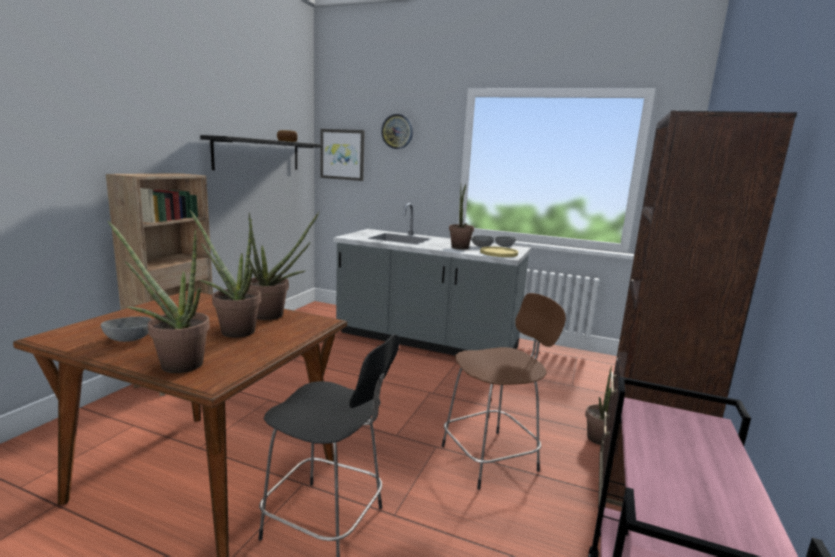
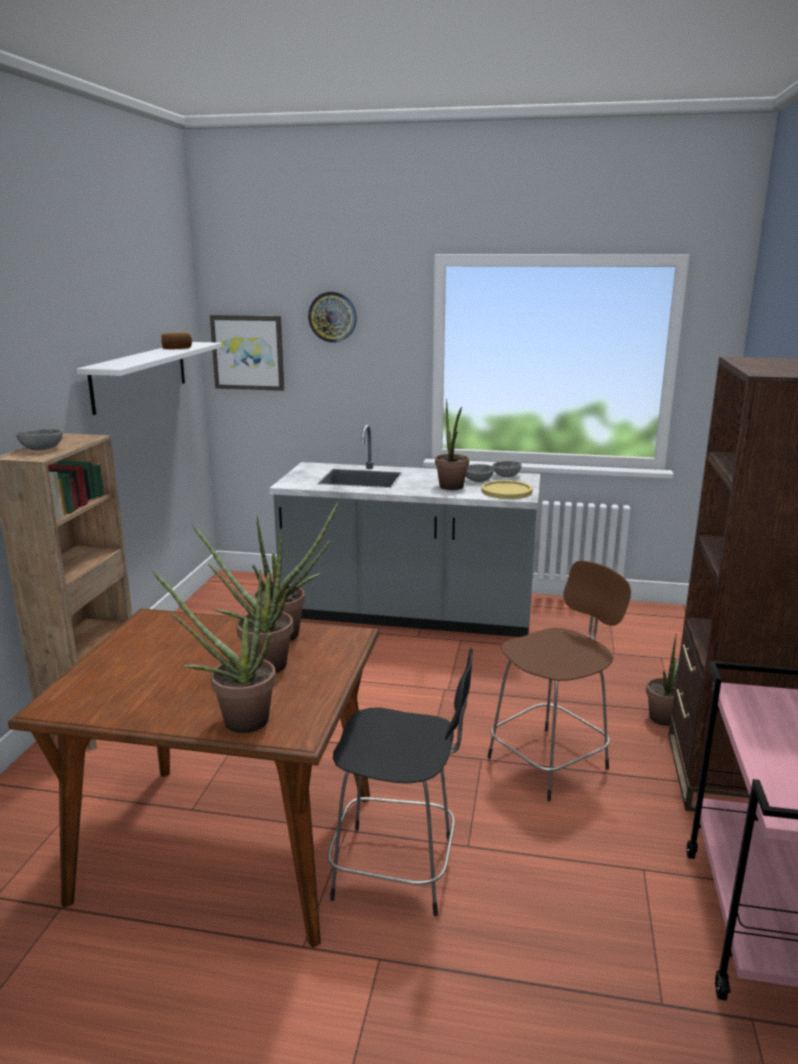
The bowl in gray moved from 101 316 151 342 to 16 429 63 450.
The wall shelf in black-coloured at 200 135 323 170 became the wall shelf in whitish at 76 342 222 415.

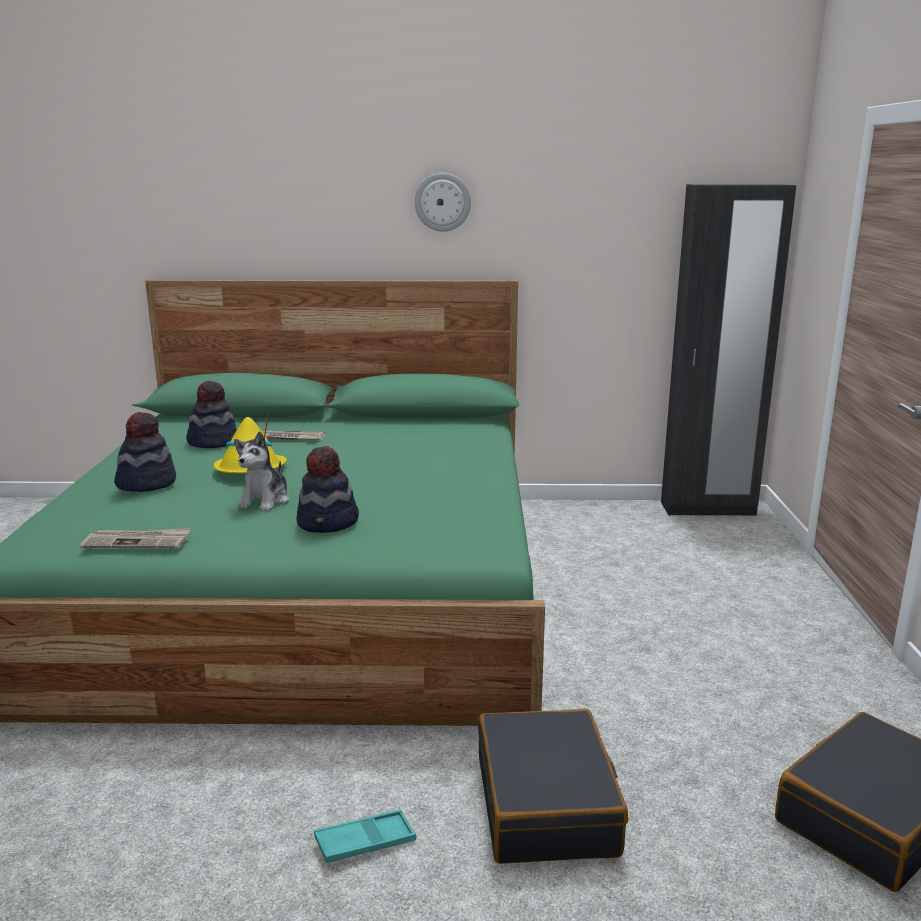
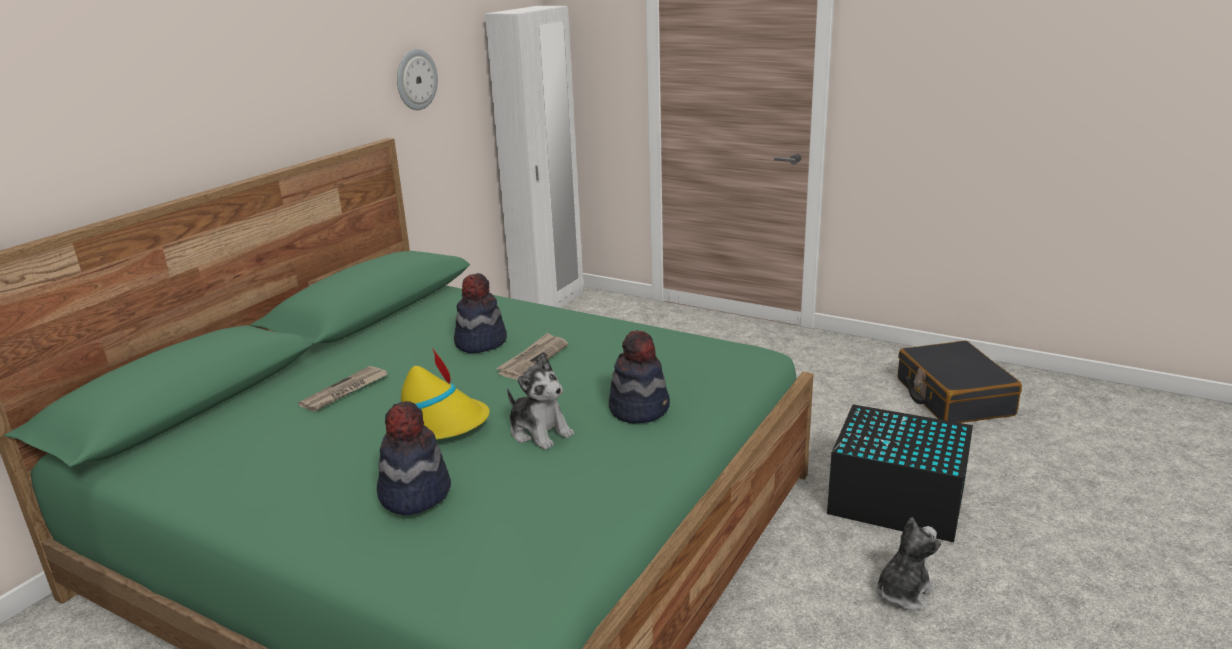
The hanging clock moved from 415 173 471 232 to 397 49 438 110.
The hat moved from 186 381 237 448 to 454 273 507 353.
The wardrobe in black-coloured at 661 184 796 516 became the wardrobe in whitish at 485 6 583 308.
The daily paper moved from 80 528 191 548 to 496 333 568 380.
The piece of luggage in black-coloured at 478 709 628 864 was replaced by the storage bin in black-coloured at 827 404 973 542.
The serving tray in turquoise-coloured at 314 810 416 863 was replaced by the soft toy at 875 517 941 611.

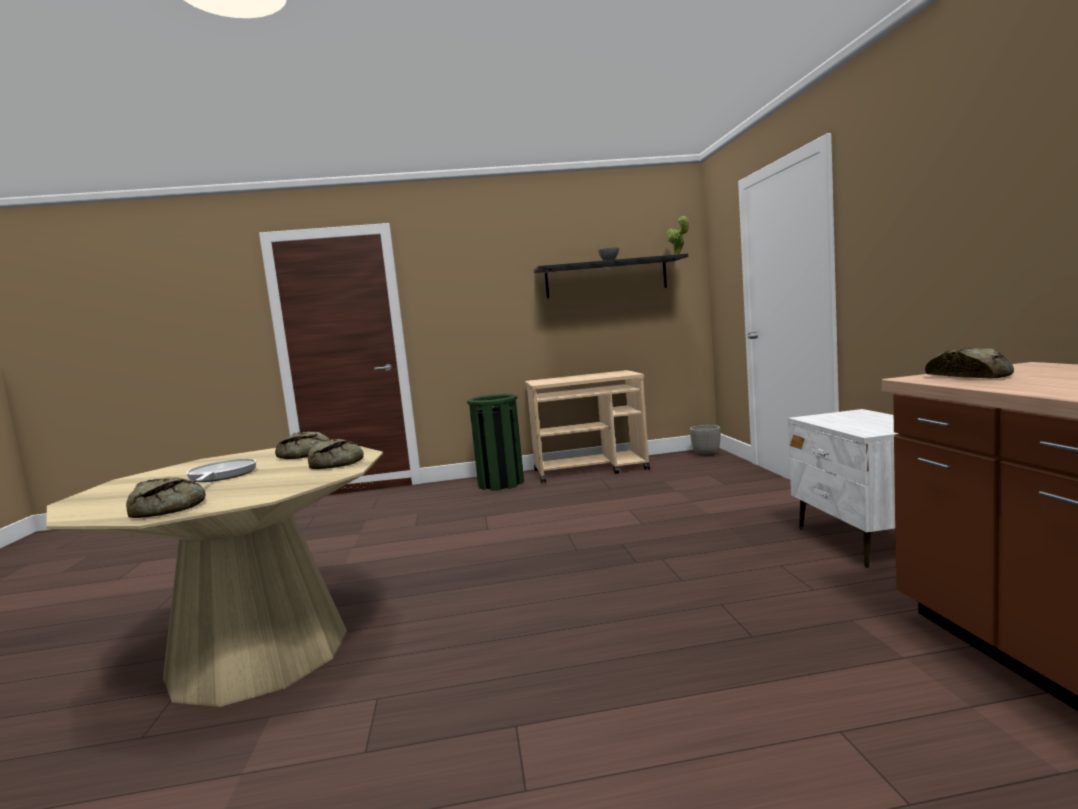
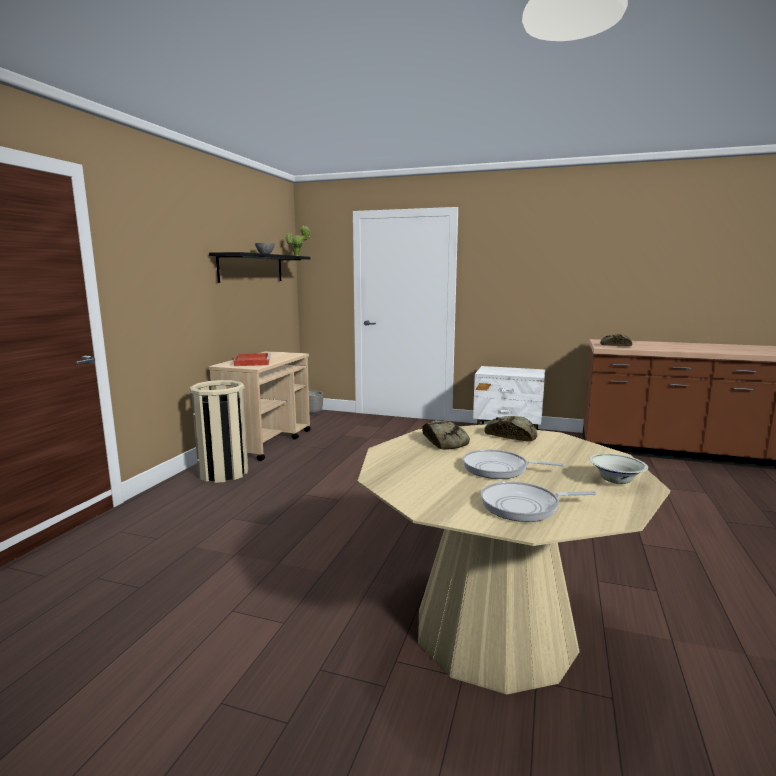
The rubbish bin in green at 467 394 524 491 became the rubbish bin in beige at 190 380 248 483.
The serving tray in red-coloured at 233 353 271 366 appeared.
The frying pan at 481 482 597 522 appeared.
The baked bread at 126 477 206 518 was replaced by the bowl in whitish at 589 453 648 484.

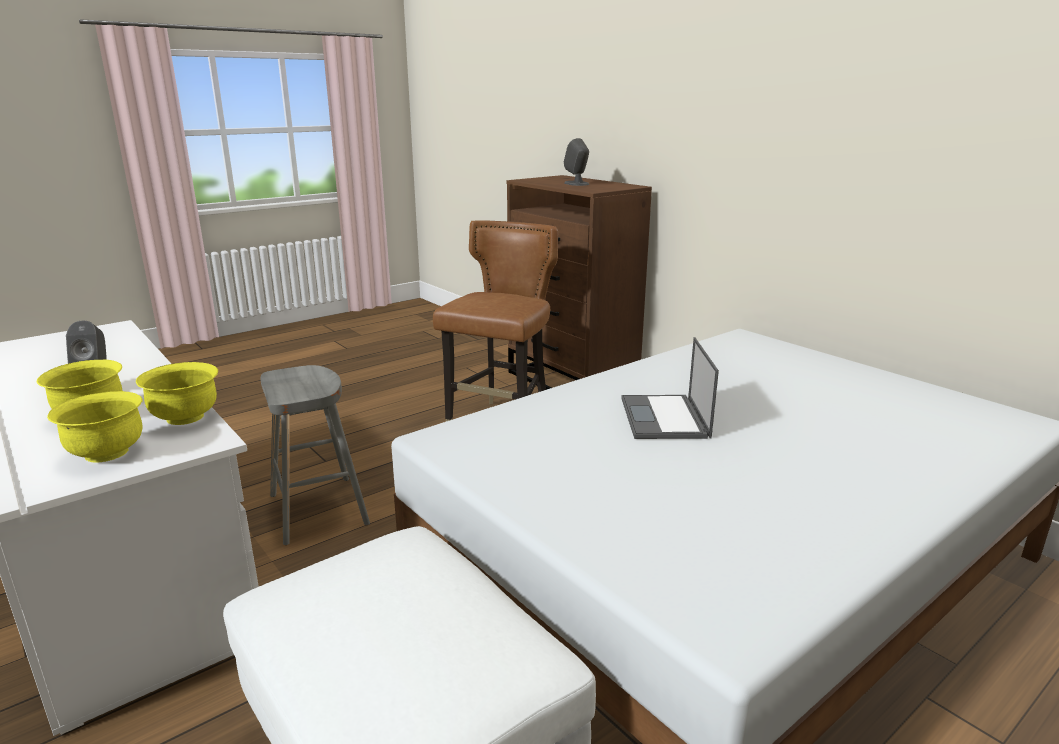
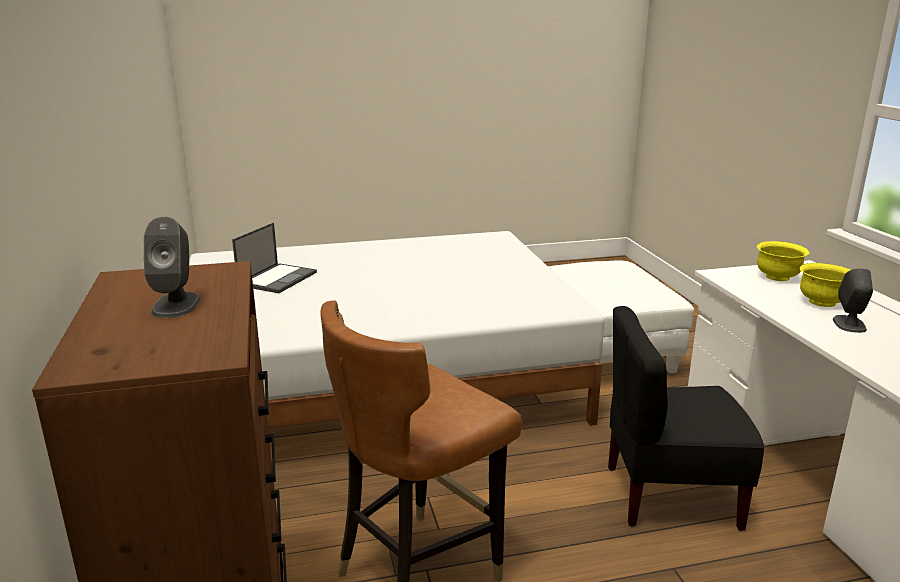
The notebook computer moved from 621 337 719 439 to 232 223 317 293.
The sitting stool in gray at 261 365 370 545 was replaced by the chair in black-coloured at 608 306 764 531.
The bowl in yellowish at 136 362 218 425 disappeared.

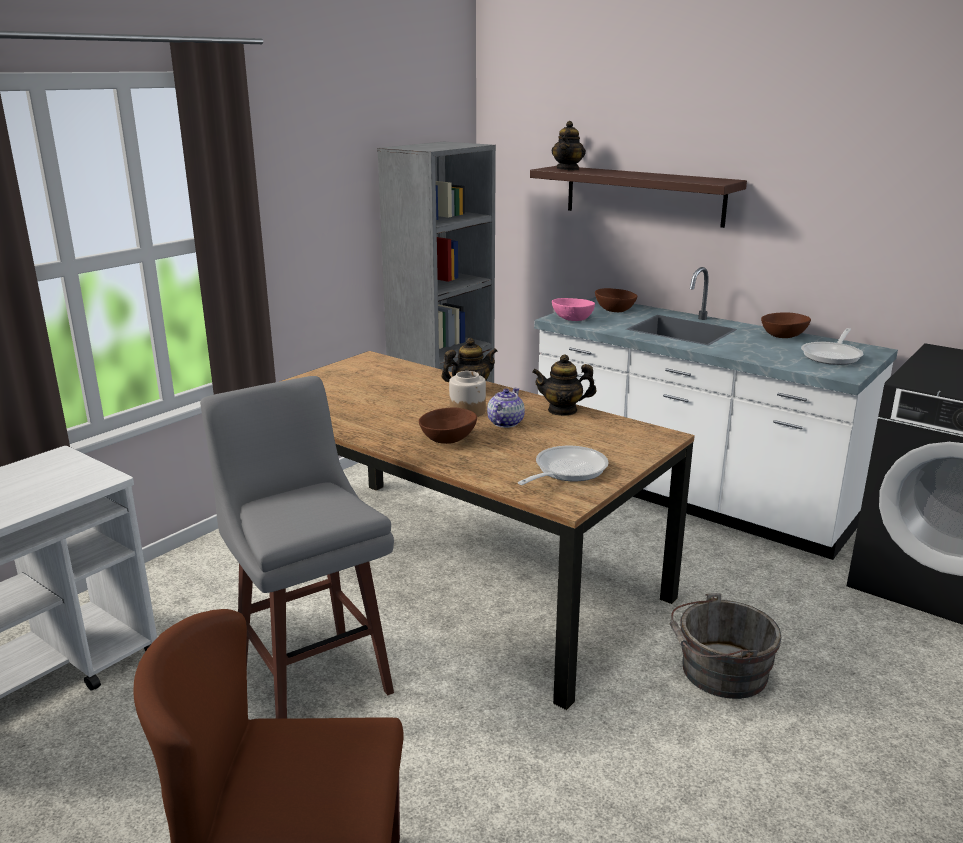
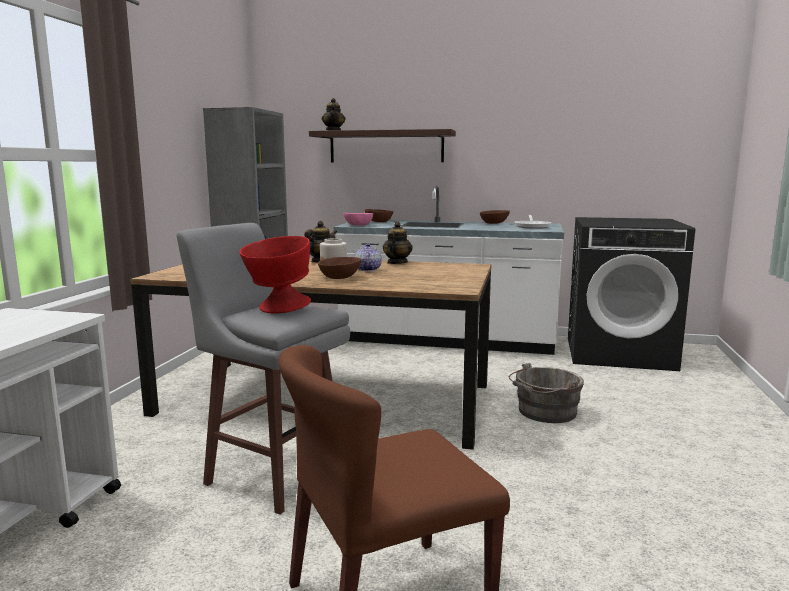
The bowl in red-coloured at 239 236 311 314 appeared.
The tea pot at 532 355 596 416 turned 135 degrees clockwise.
The frying pan at 518 446 609 485 disappeared.

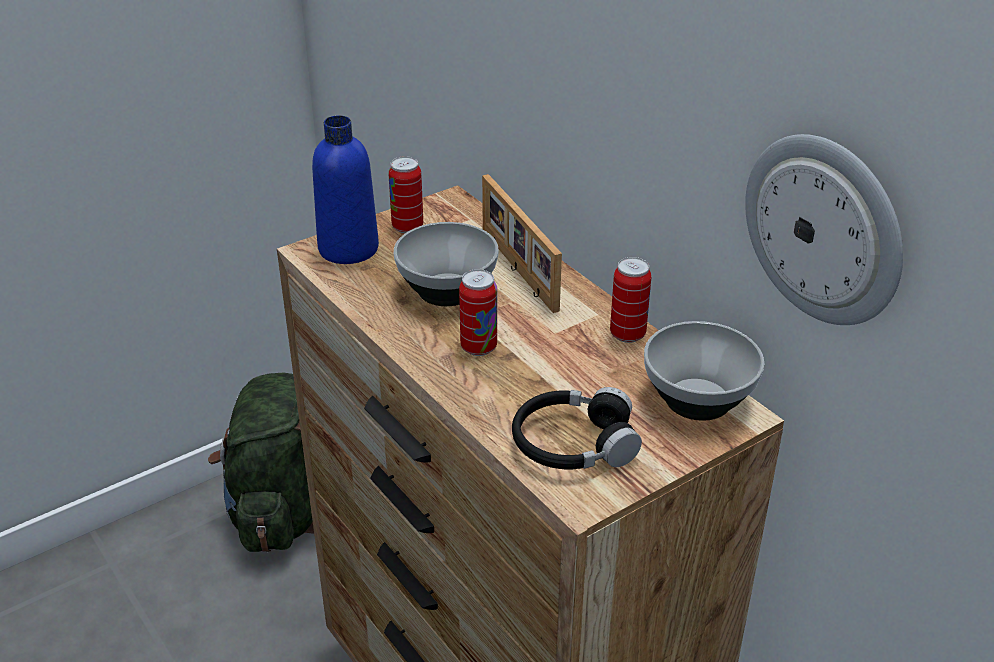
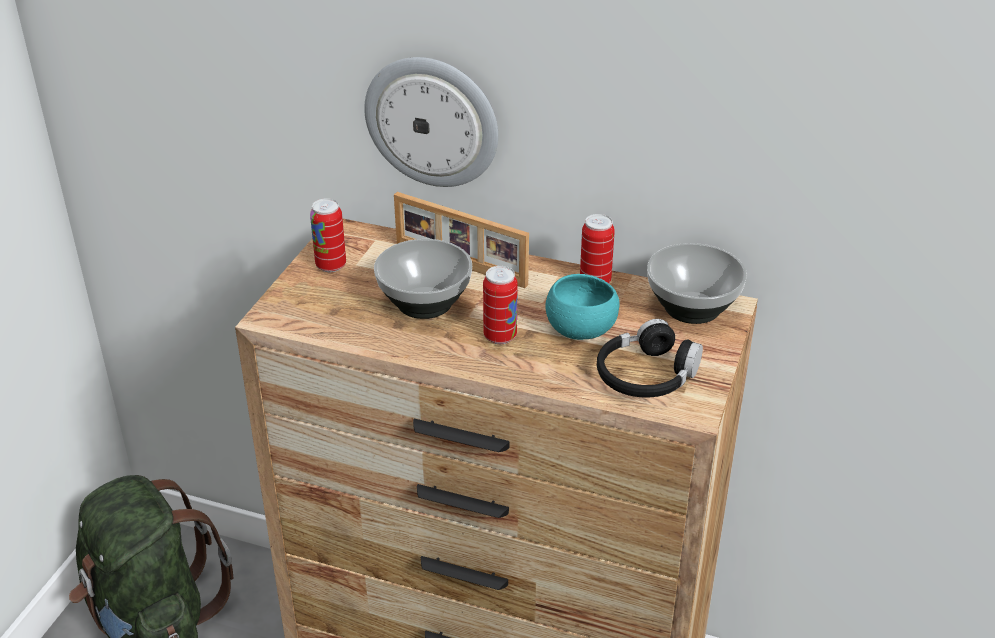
The hanging clock moved from 745 134 903 325 to 364 57 498 187.
The bowl in turquoise-coloured at 546 274 619 340 appeared.
The drink bottle in blue at 312 115 379 264 disappeared.

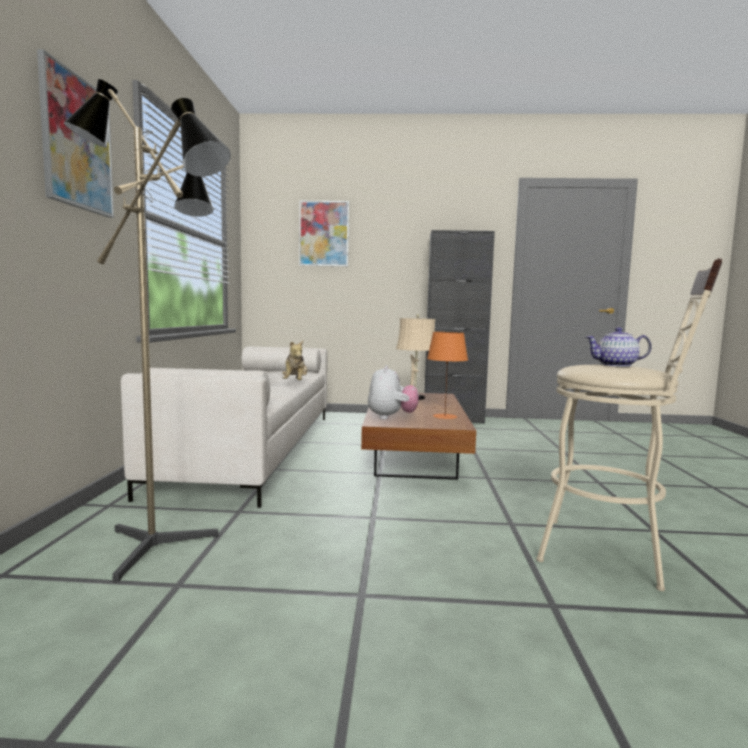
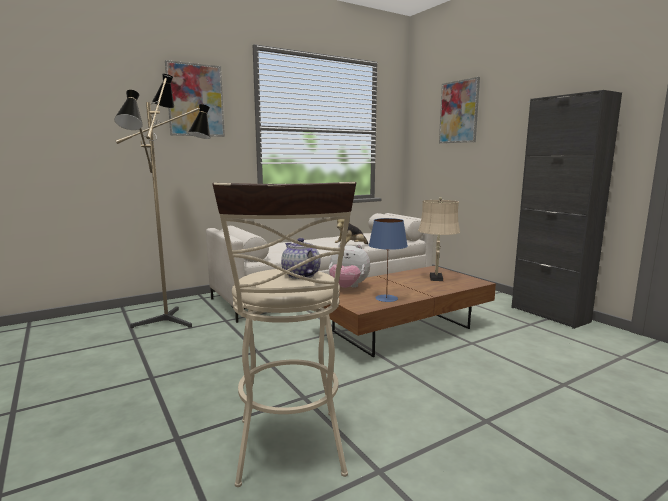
The soft toy at 368 365 419 420 turned 45 degrees clockwise.
The tabletop lamp in orangey at 427 332 468 419 became the tabletop lamp in blue at 369 218 408 302.

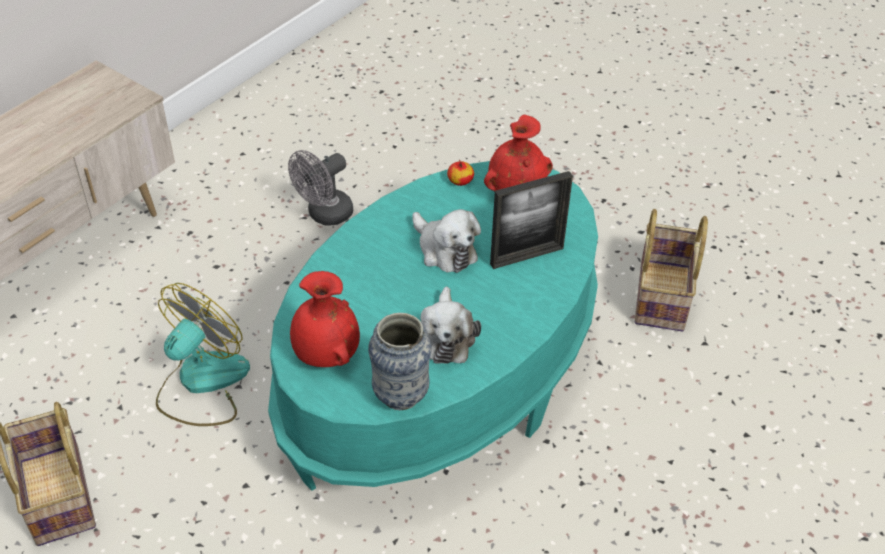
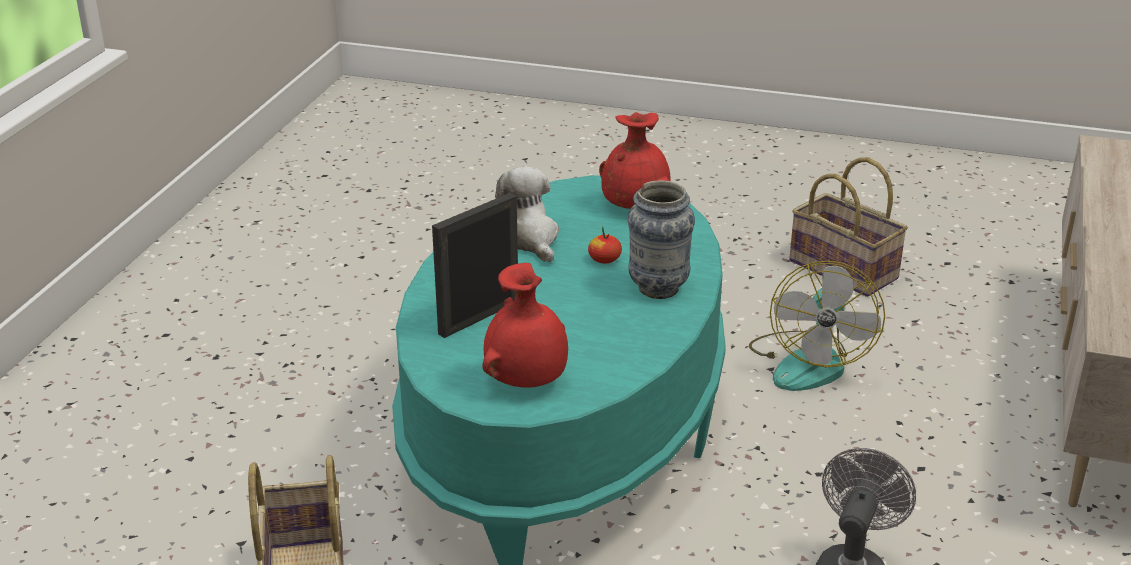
The apple fruit moved from 447 160 474 186 to 588 227 622 263.
The vase moved from 368 313 432 410 to 628 180 695 299.
The soft toy at 412 209 481 273 disappeared.

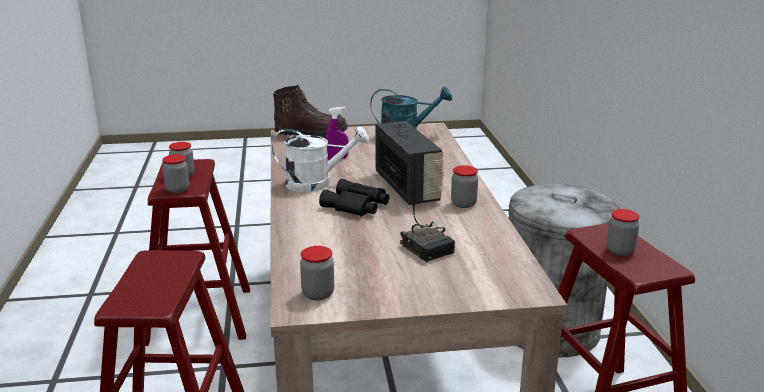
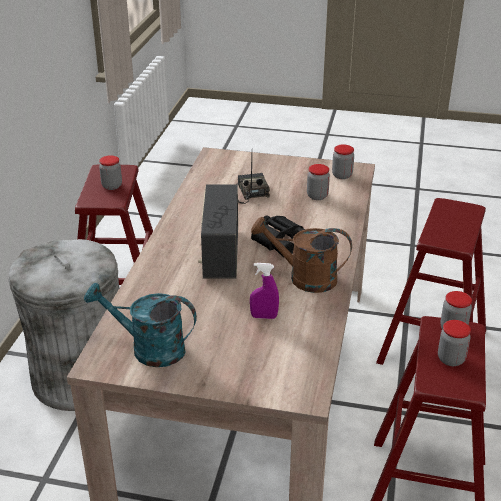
The watering pot in whitish at 272 126 369 192 became the watering pot in brownish at 251 217 352 293.
The storage jar moved from 451 165 478 208 to 307 164 330 200.
The boot in brownish at 273 85 348 138 disappeared.

